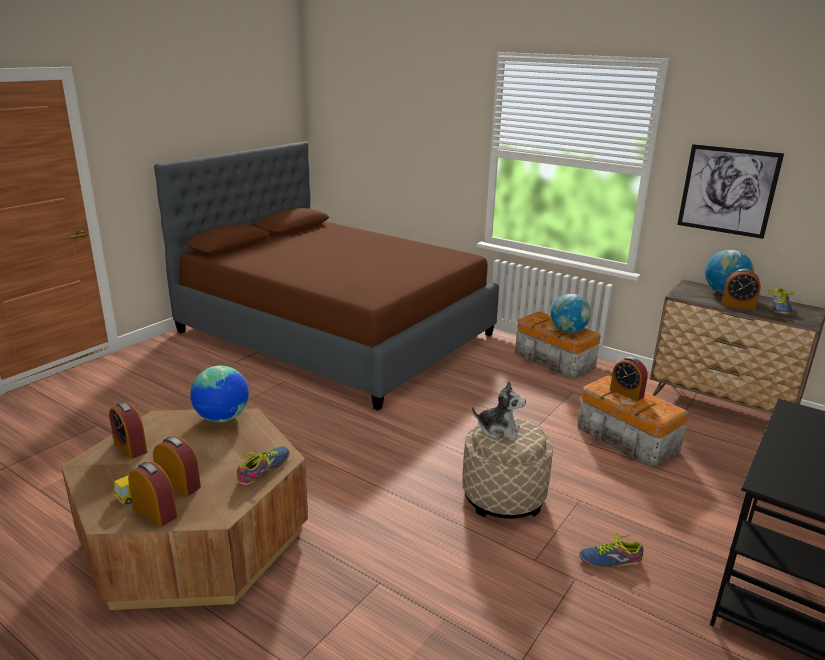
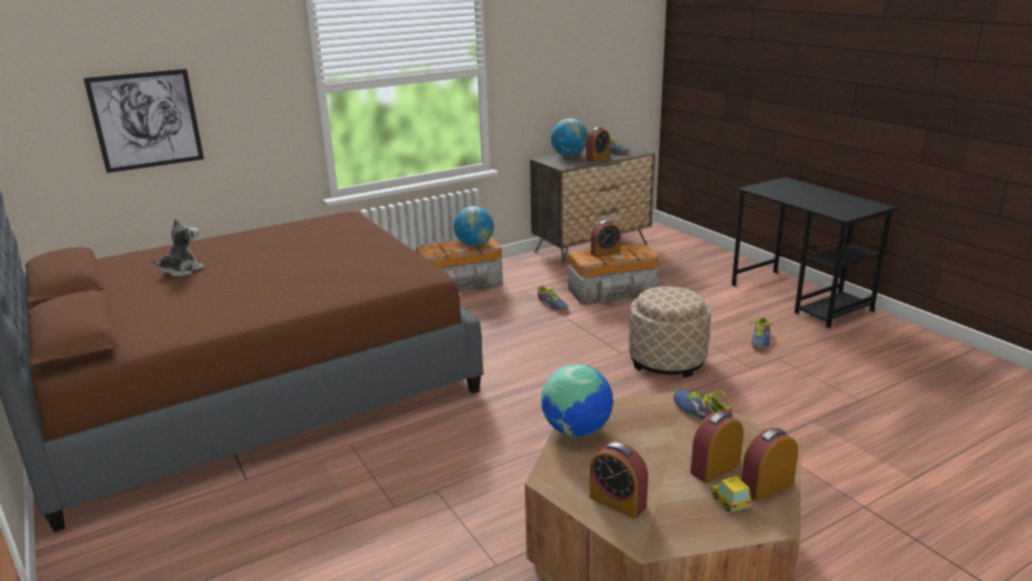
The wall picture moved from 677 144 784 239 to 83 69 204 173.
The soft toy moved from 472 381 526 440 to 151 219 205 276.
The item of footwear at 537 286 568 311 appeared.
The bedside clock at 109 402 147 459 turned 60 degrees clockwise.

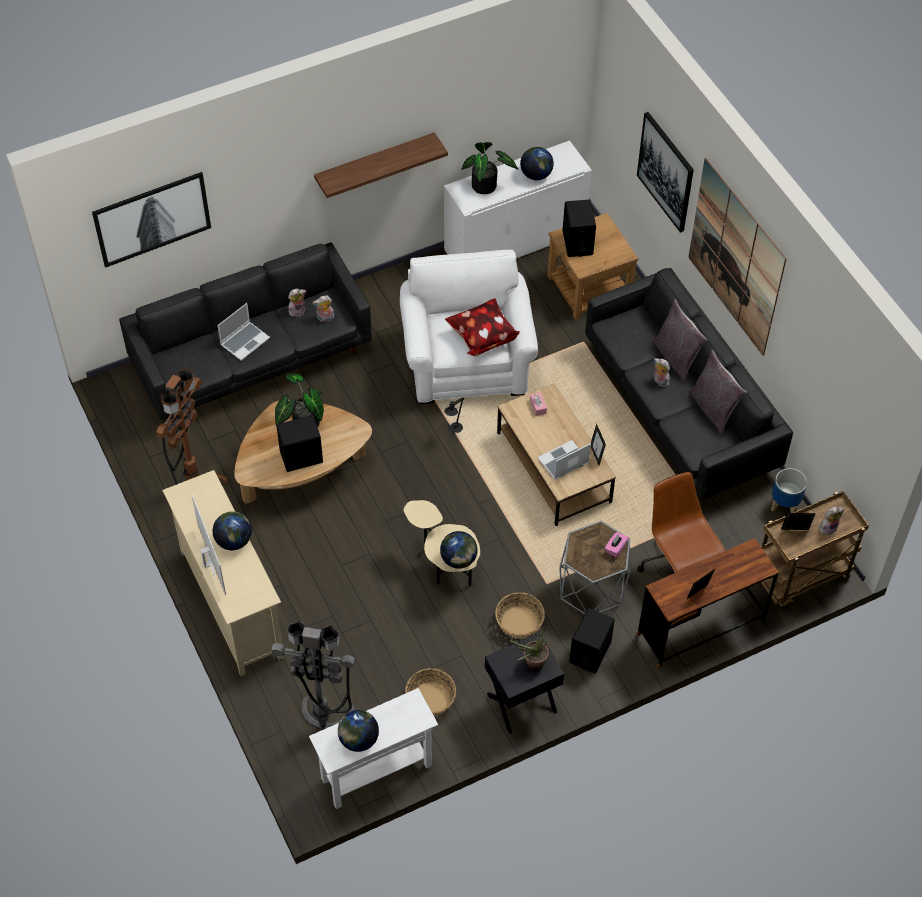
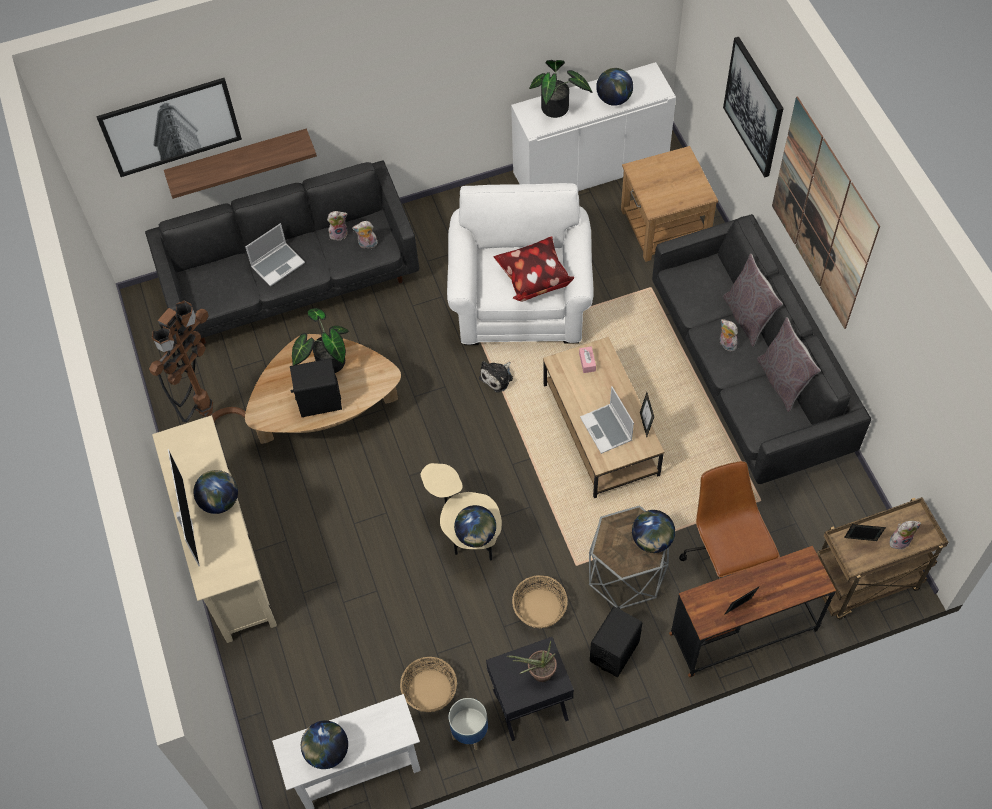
The wall shelf moved from 314 132 448 198 to 164 129 317 199.
The planter moved from 771 468 807 513 to 449 698 488 750.
The tabletop lamp in black-coloured at 444 397 464 435 was replaced by the soft toy at 479 361 513 393.
The notebook computer at 538 440 591 480 turned 90 degrees counterclockwise.
The tissue holder in pinkish at 605 532 629 557 was replaced by the world globe at 632 510 675 553.
The standard lamp in gray at 272 620 355 730 disappeared.
The audio speaker in black-coloured at 563 200 596 257 disappeared.

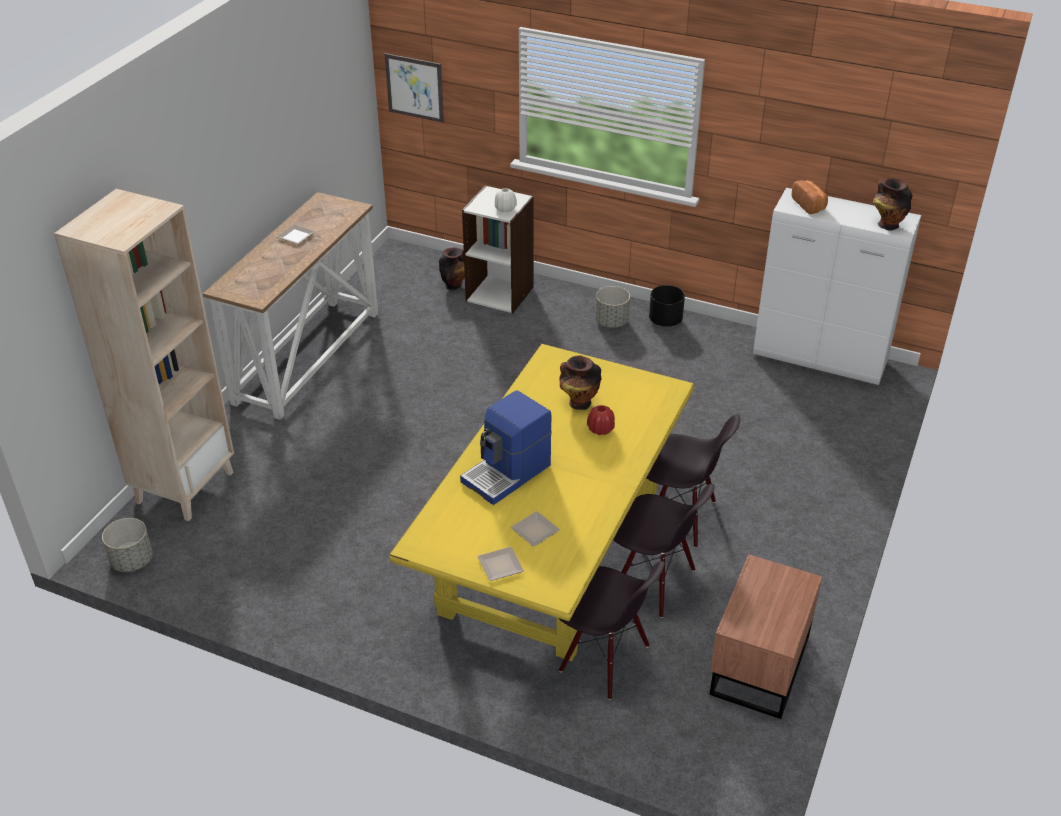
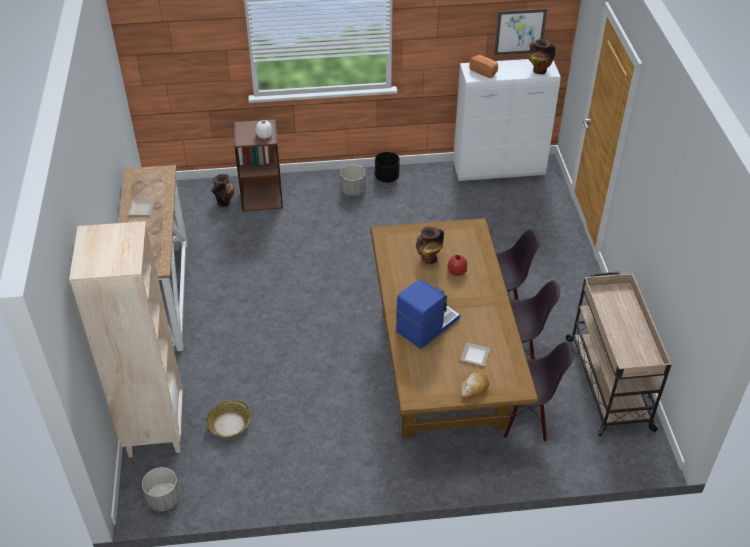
The storage basket at 206 400 251 438 appeared.
The bookcase in whitish at 462 185 534 313 became the bookcase in brownish at 234 119 283 212.
The dining table in yellowish at 389 344 694 661 became the dining table in brownish at 371 218 539 438.
The coffee brewer at 460 390 552 505 turned 150 degrees counterclockwise.
The plate at 477 547 524 581 was replaced by the baked bread at 461 372 489 398.
The wall picture moved from 385 53 444 123 to 494 8 547 55.
The nightstand in brownish at 709 554 822 719 was replaced by the wheeled cart in beige at 566 272 672 437.

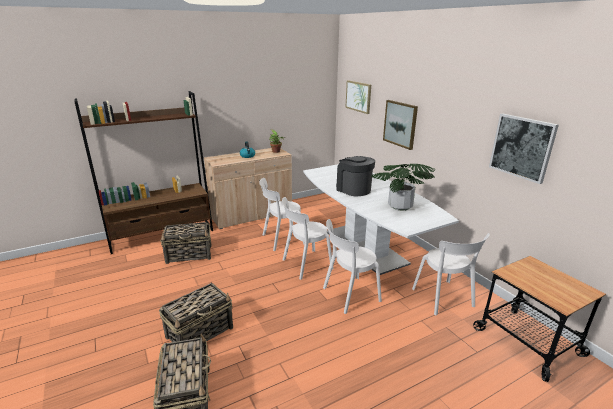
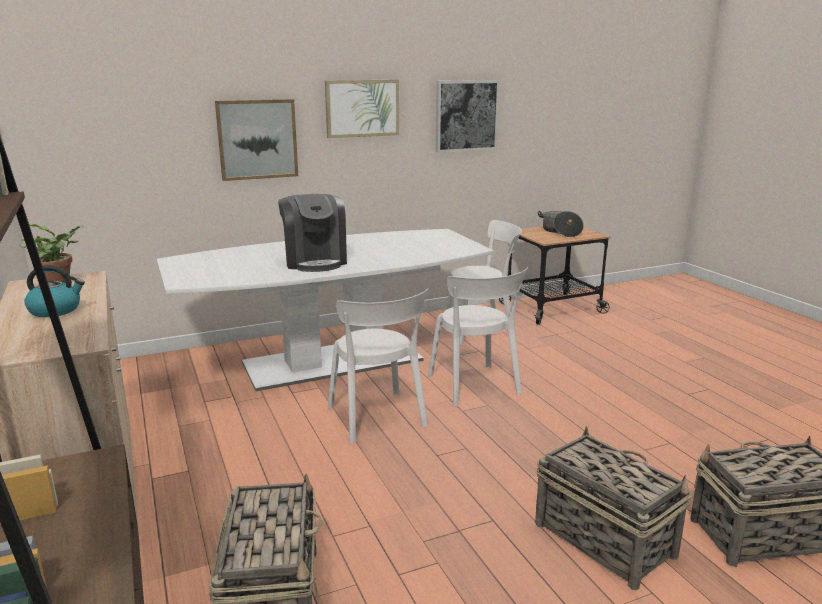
The coffee brewer at 336 156 375 196 turned 75 degrees counterclockwise.
The wall picture moved from 345 80 371 114 to 325 80 399 138.
The stockpot at 538 211 584 237 appeared.
The chair in whitish at 259 178 305 251 disappeared.
The plant in a pot at 371 164 436 211 disappeared.

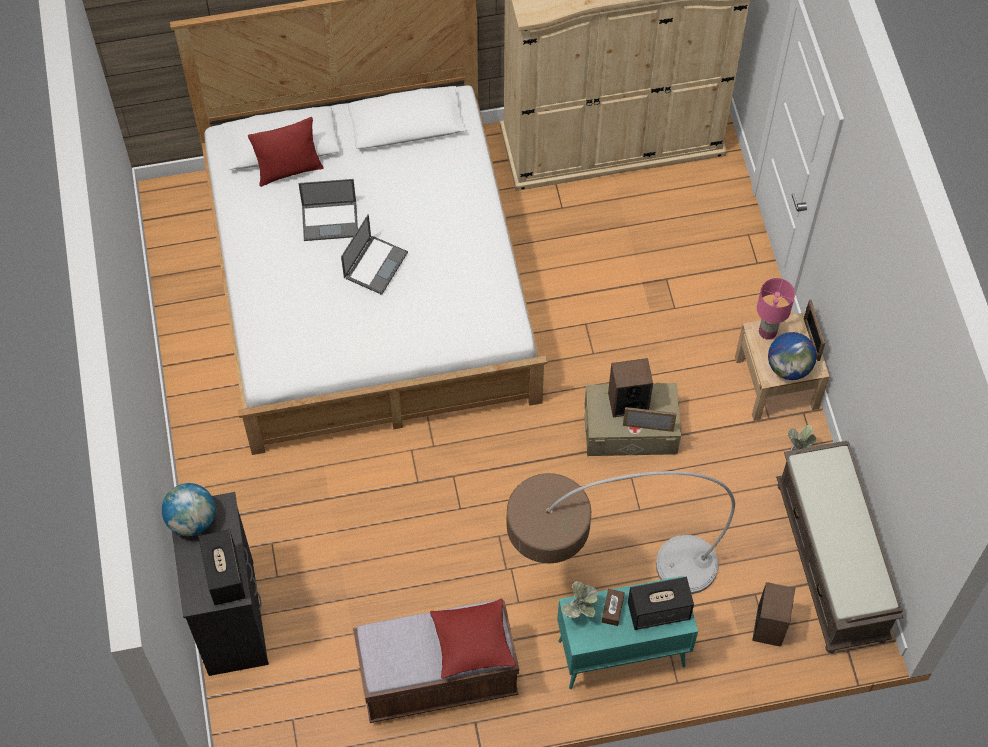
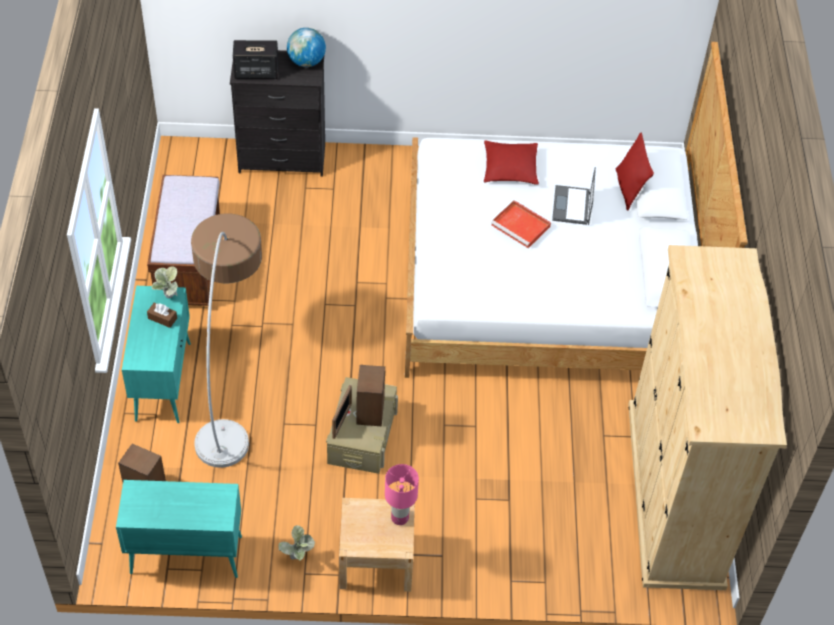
The indoor bench in brownish at 776 441 903 653 was replaced by the cabinet in turquoise-coloured at 116 480 242 578.
The pillow in red-coloured moved from 430 599 516 679 to 484 141 539 185.
The notebook computer at 341 214 408 295 was replaced by the serving tray in red-coloured at 491 200 551 248.
The audio speaker at 628 577 694 630 disappeared.
The world globe at 768 332 817 380 disappeared.
The photo frame at 804 300 825 361 disappeared.

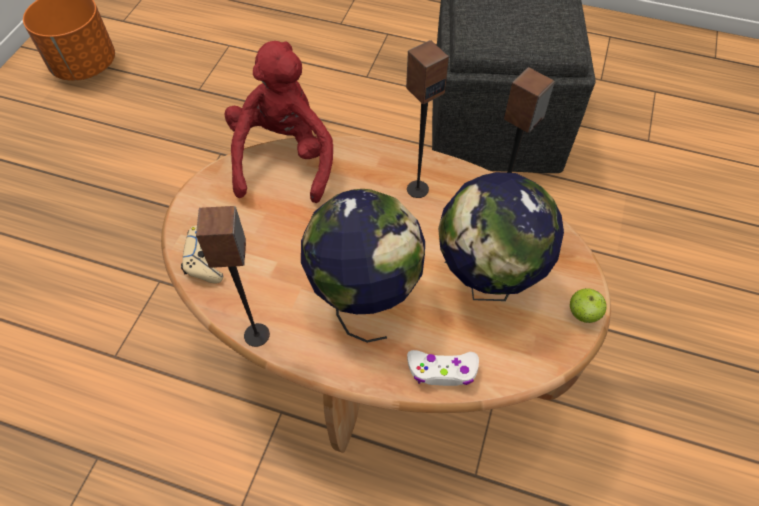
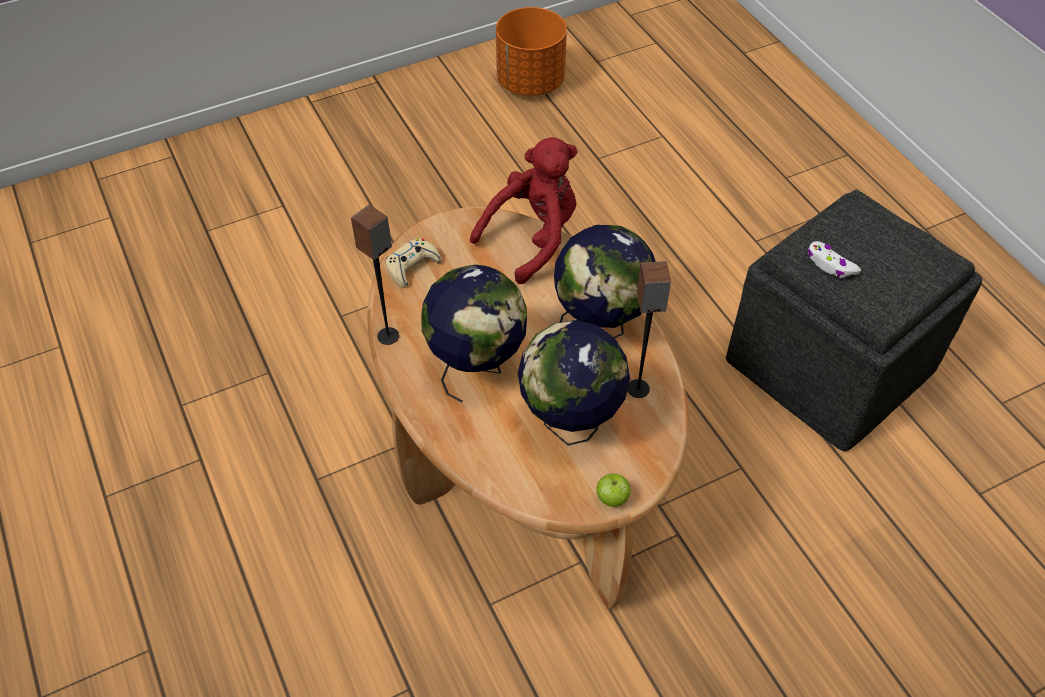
The audio speaker at 406 40 449 198 was replaced by the world globe at 554 225 656 338.
The joypad in whitish moved from 407 350 479 386 to 808 241 861 278.

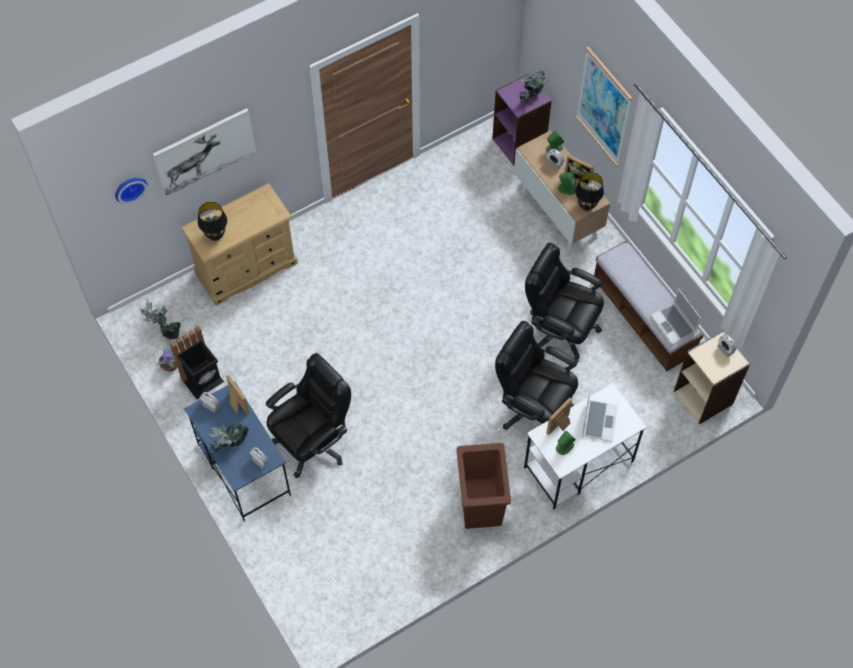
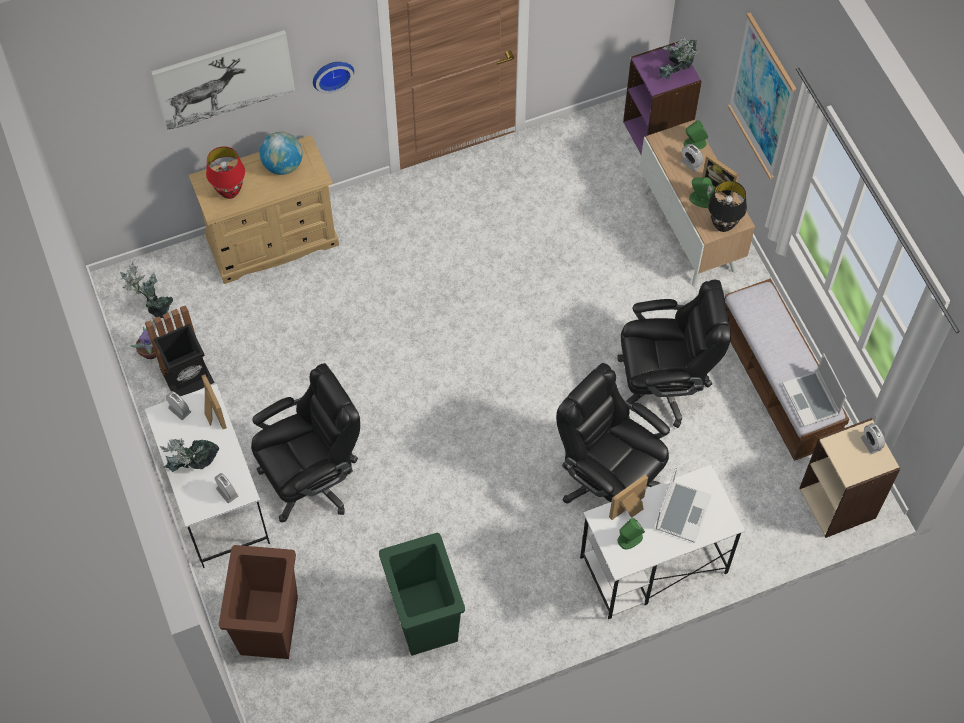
The desk in blue at 184 382 291 522 became the desk in whitish at 145 384 270 568.
The tabletop lamp in black-coloured at 198 202 227 241 became the tabletop lamp in red-coloured at 206 146 245 199.
The rubbish bin in brownish moved from 457 443 511 529 to 219 545 298 659.
The world globe at 260 132 303 175 appeared.
The hanging clock moved from 115 178 147 204 to 313 62 354 94.
The rubbish bin in green at 379 533 465 656 appeared.
The desk chair in black-coloured at 525 243 604 363 turned 135 degrees clockwise.

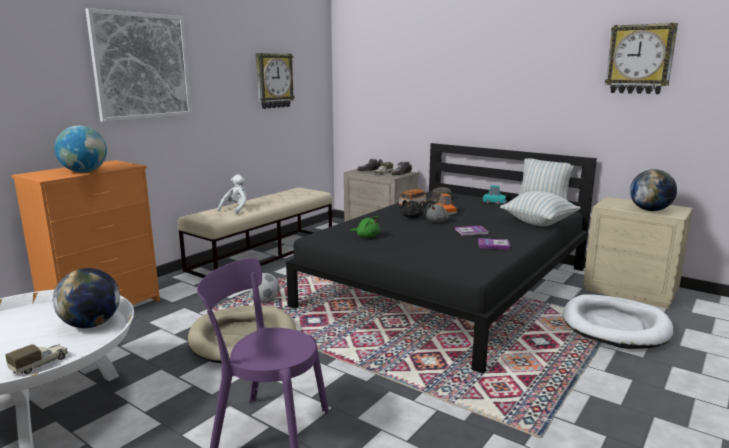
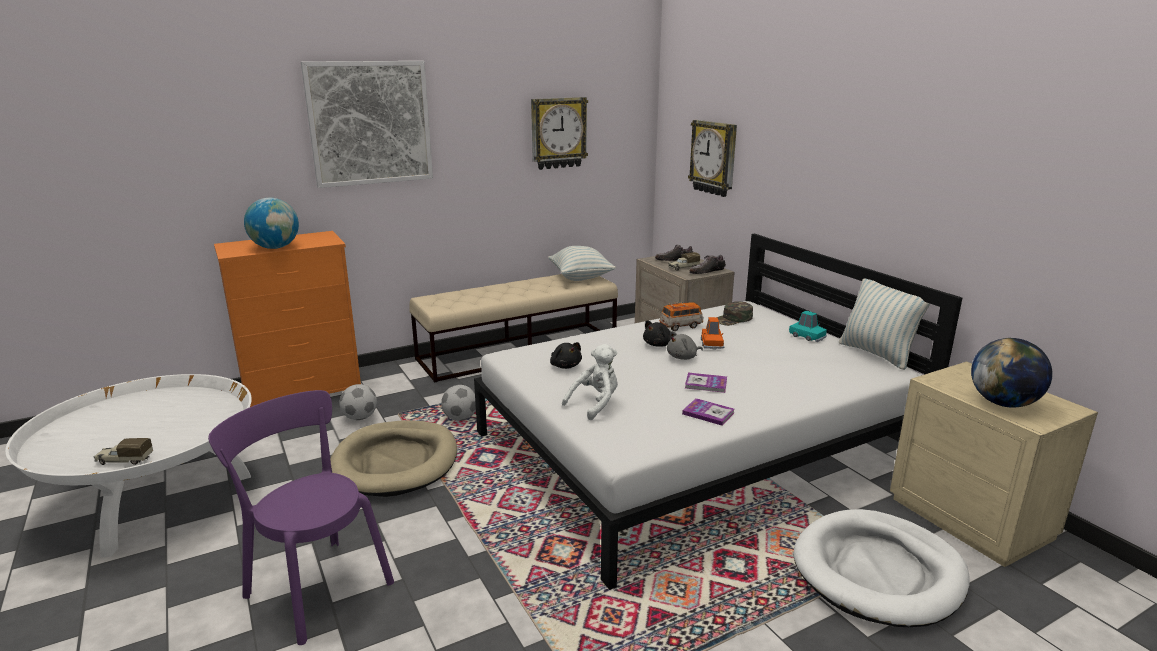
The toy truck at 5 344 68 374 turned 150 degrees counterclockwise.
The football ball at 339 384 377 420 appeared.
The bedroom bed in black-coloured at 286 143 597 374 became the bedroom bed in whitish at 474 234 962 590.
The pillow moved from 500 191 581 226 to 548 246 616 281.
The soft toy in green at 350 216 380 238 became the soft toy in black-coloured at 550 342 582 369.
The soft toy in whitish moved from 218 175 247 214 to 562 344 618 420.
The hanging clock moved from 605 23 678 94 to 688 120 737 197.
The world globe at 53 268 120 328 disappeared.

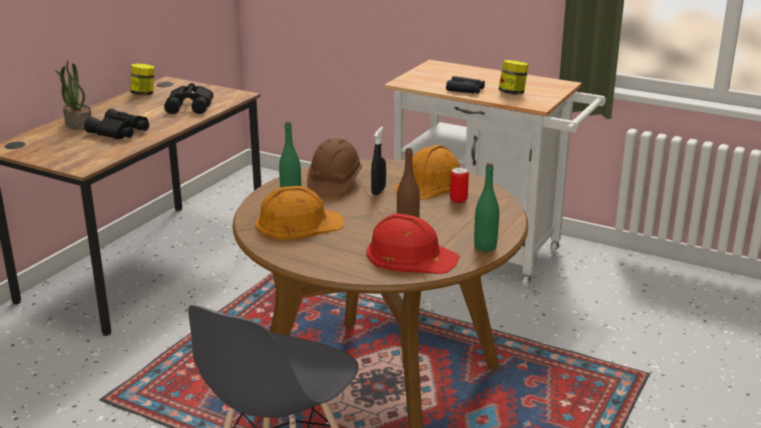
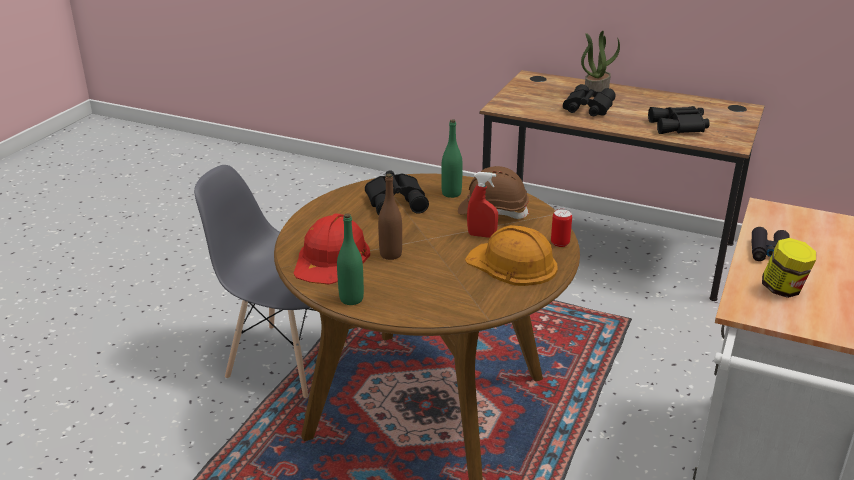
The work helmet in orangey at 256 186 344 240 was replaced by the pair of binoculars in black-coloured at 365 170 429 215.
The hand sprayer in black-coloured at 371 127 386 195 became the hand sprayer in red-coloured at 467 172 498 238.
The can moved from 450 167 469 203 to 551 209 572 247.
The storage jar at 130 64 155 95 disappeared.

